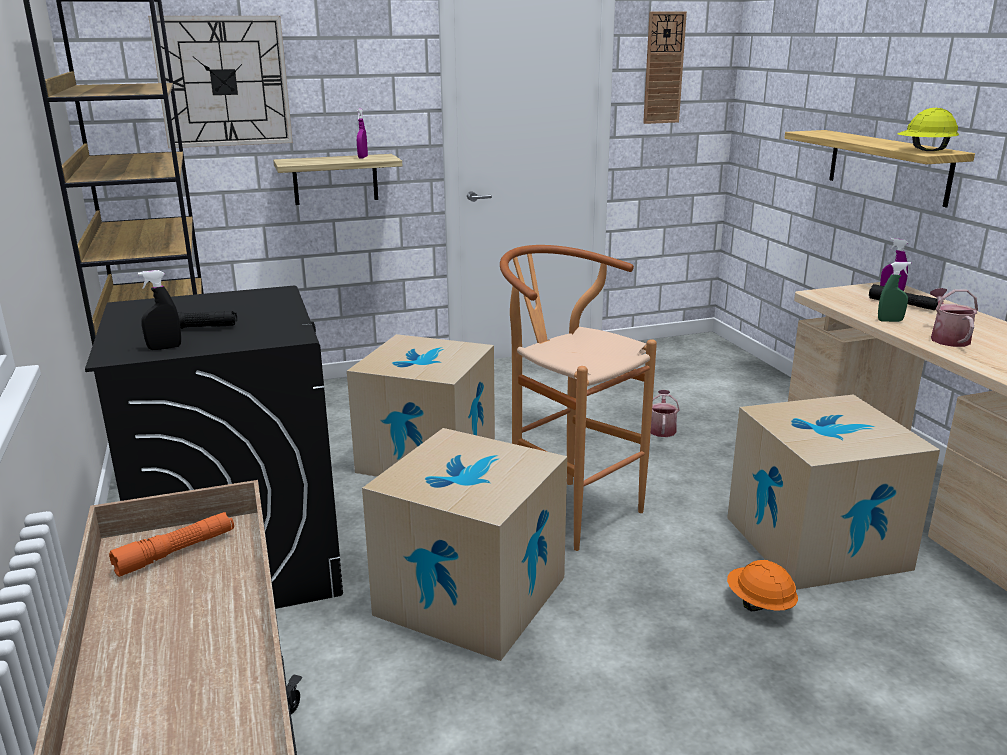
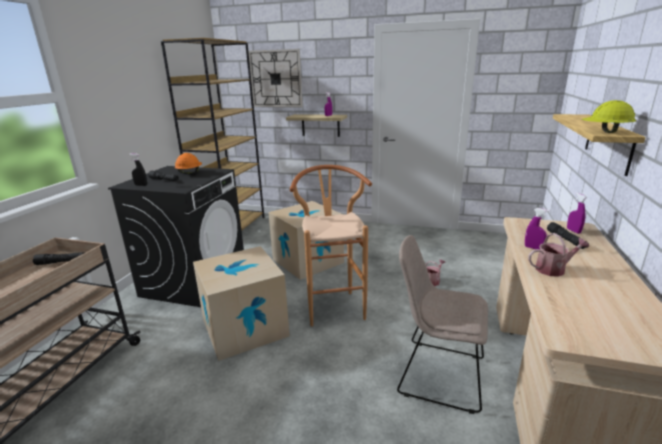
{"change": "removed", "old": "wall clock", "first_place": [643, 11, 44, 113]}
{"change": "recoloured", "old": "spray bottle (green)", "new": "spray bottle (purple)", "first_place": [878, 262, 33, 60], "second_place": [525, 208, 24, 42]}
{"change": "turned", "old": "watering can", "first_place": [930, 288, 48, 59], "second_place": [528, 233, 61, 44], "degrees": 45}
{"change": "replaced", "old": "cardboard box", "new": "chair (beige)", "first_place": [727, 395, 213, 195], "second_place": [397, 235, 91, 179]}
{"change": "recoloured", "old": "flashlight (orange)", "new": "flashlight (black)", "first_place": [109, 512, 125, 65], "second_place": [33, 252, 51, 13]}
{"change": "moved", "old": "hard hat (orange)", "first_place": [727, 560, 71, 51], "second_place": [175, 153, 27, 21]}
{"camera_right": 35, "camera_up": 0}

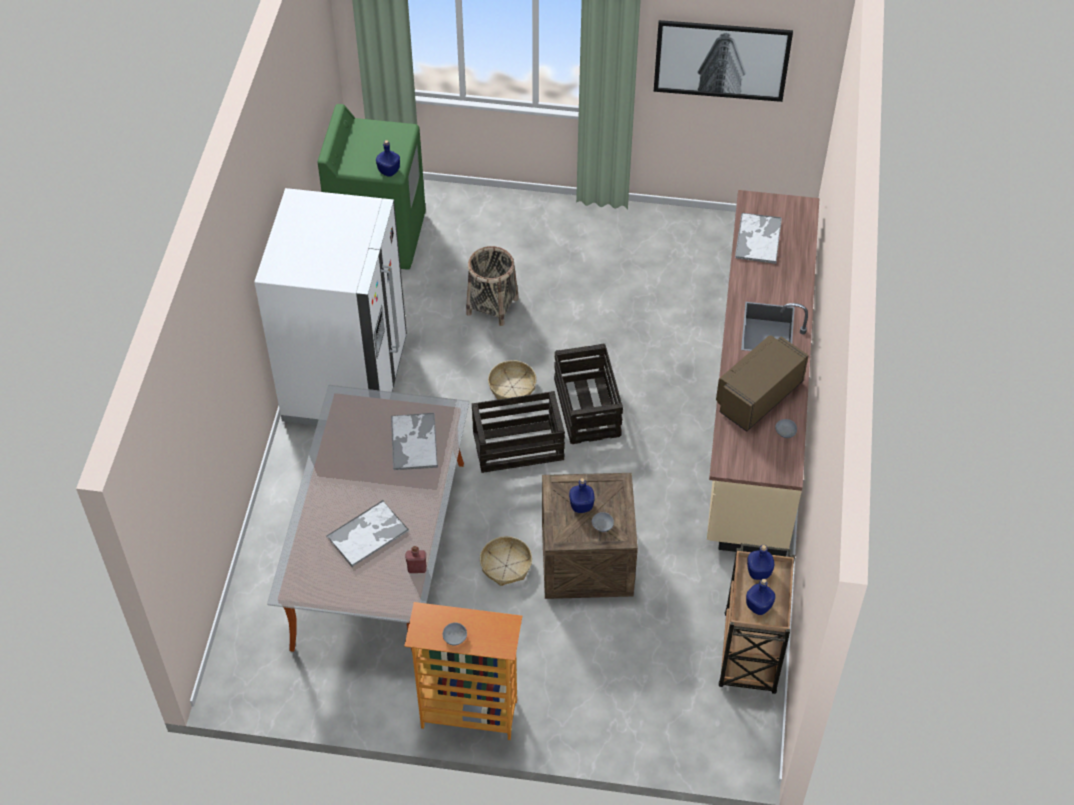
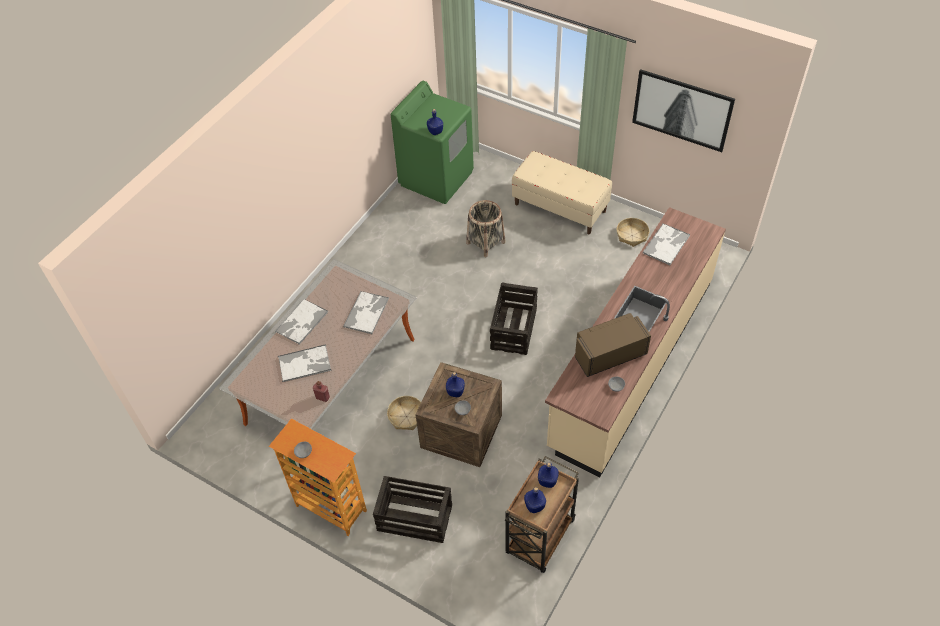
{"change": "removed", "old": "fridge (white)", "first_place": [254, 188, 153, 237]}
{"change": "moved", "old": "basket", "first_place": [488, 360, 48, 44], "second_place": [617, 218, 32, 29]}
{"change": "moved", "old": "crate", "first_place": [472, 391, 93, 82], "second_place": [373, 476, 79, 67]}
{"change": "added", "new": "bench (beige)", "second_place": [512, 151, 100, 83]}
{"change": "added", "new": "tray", "second_place": [275, 299, 53, 46]}
{"camera_right": 25, "camera_up": 0}

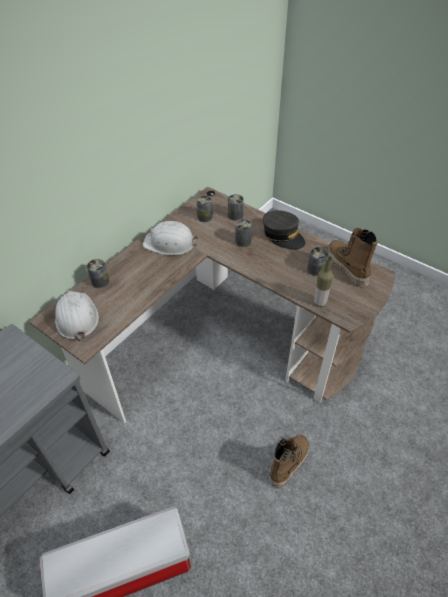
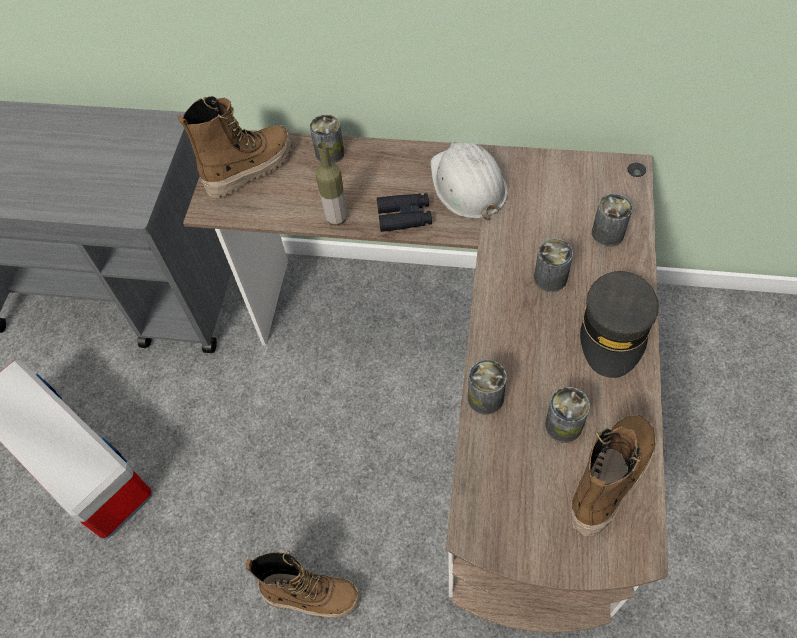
{"change": "moved", "old": "can", "first_place": [196, 196, 17, 26], "second_place": [468, 360, 39, 55]}
{"change": "moved", "old": "bottle", "first_place": [314, 256, 19, 51], "second_place": [315, 142, 32, 83]}
{"change": "replaced", "old": "hard hat (white)", "new": "boot", "first_place": [55, 290, 44, 51], "second_place": [178, 96, 113, 102]}
{"change": "added", "new": "binoculars (black)", "second_place": [377, 193, 55, 39]}
{"camera_right": 65, "camera_up": 10}

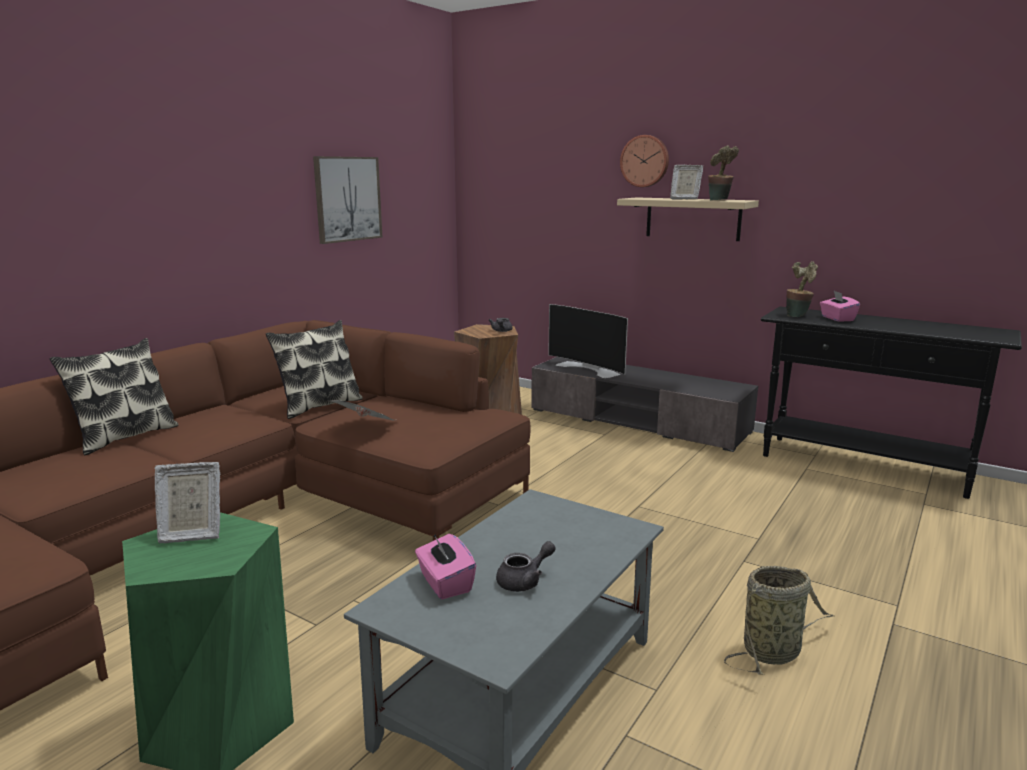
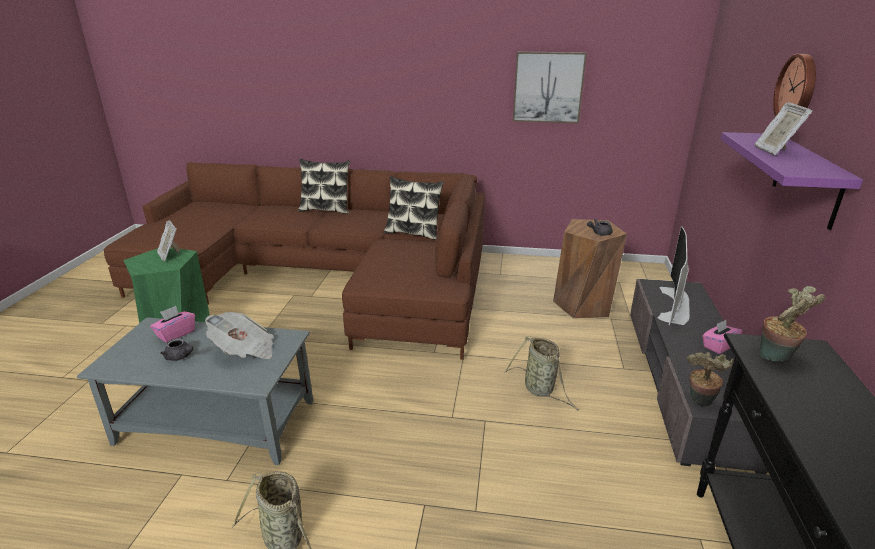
{"change": "moved", "old": "potted plant", "first_place": [708, 146, 31, 54], "second_place": [687, 352, 47, 55]}
{"change": "recoloured", "old": "shelf (beige)", "new": "shelf (purple)", "first_place": [617, 197, 142, 44], "second_place": [721, 132, 142, 98]}
{"change": "moved", "old": "tissue box (pink)", "first_place": [820, 291, 40, 31], "second_place": [702, 320, 40, 34]}
{"change": "moved", "old": "newspaper", "first_place": [330, 400, 64, 20], "second_place": [205, 312, 69, 47]}
{"change": "added", "new": "basket", "second_place": [505, 336, 74, 75]}
{"camera_right": 65, "camera_up": 10}

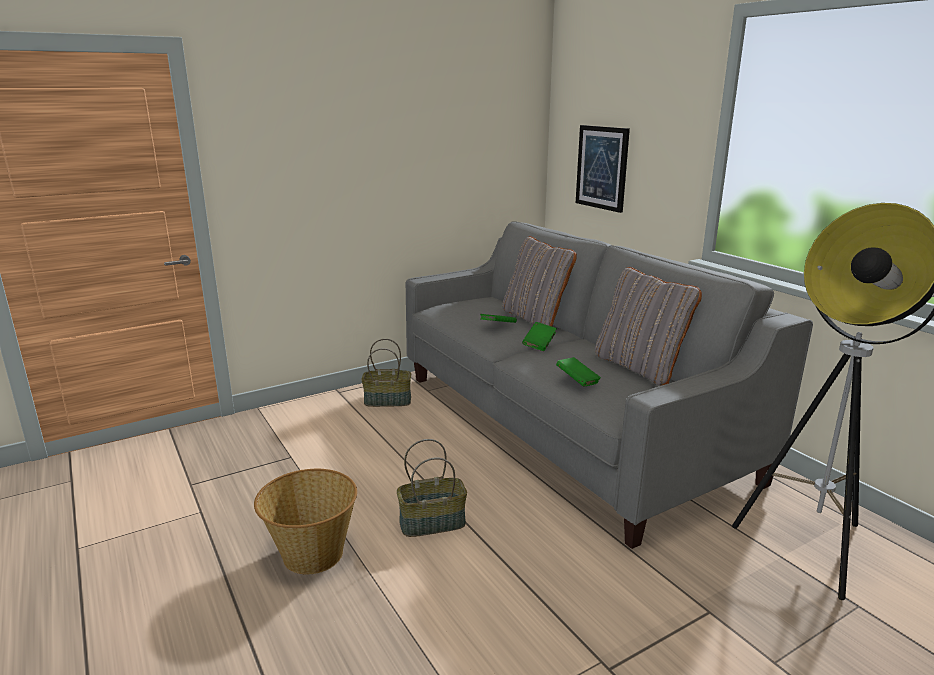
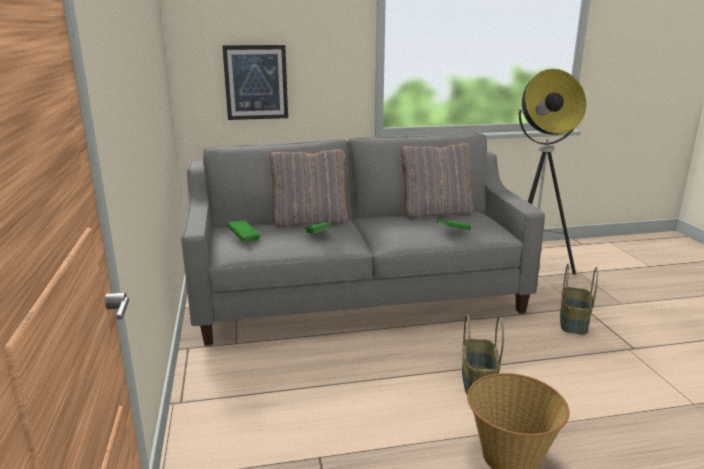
{"change": "moved", "old": "book (green)", "first_place": [522, 322, 35, 29], "second_place": [227, 220, 34, 22]}
{"change": "moved", "old": "basket", "first_place": [361, 339, 50, 68], "second_place": [560, 264, 38, 71]}
{"camera_right": -70, "camera_up": 0}

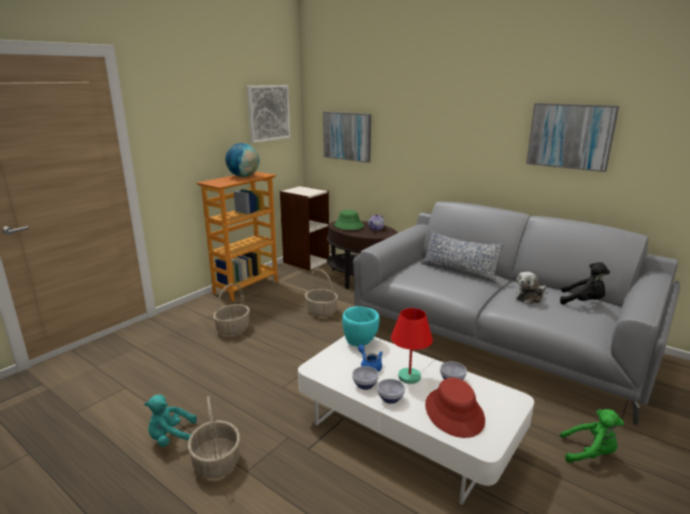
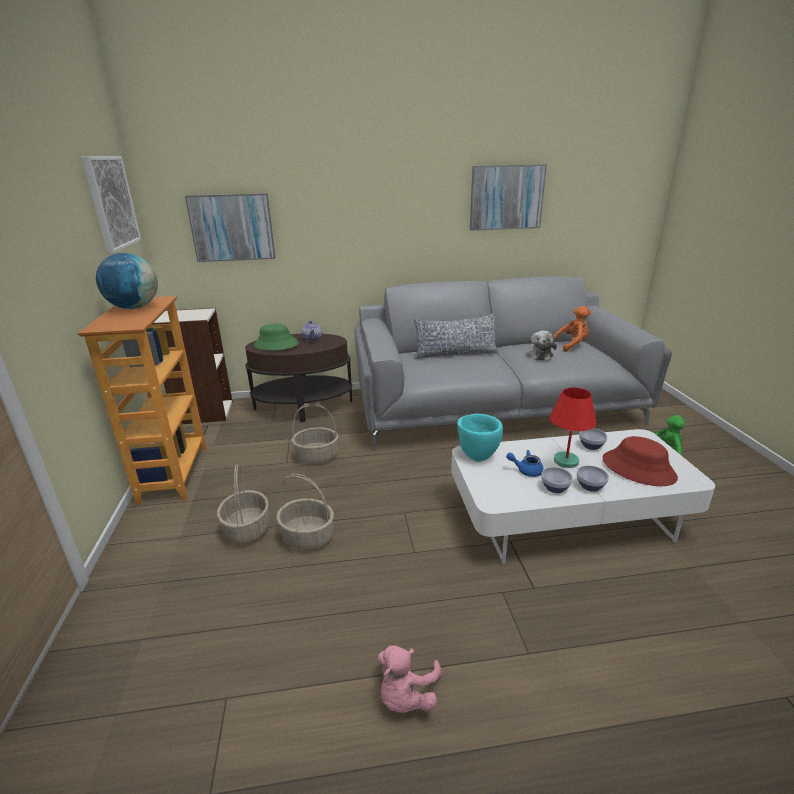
{"change": "recoloured", "old": "plush toy (black)", "new": "plush toy (orange)", "first_place": [560, 262, 50, 42], "second_place": [553, 306, 39, 46]}
{"change": "recoloured", "old": "plush toy (turquoise)", "new": "plush toy (pink)", "first_place": [144, 395, 53, 52], "second_place": [377, 645, 65, 68]}
{"change": "moved", "old": "basket", "first_place": [188, 396, 52, 83], "second_place": [276, 474, 58, 76]}
{"camera_right": -45, "camera_up": 5}

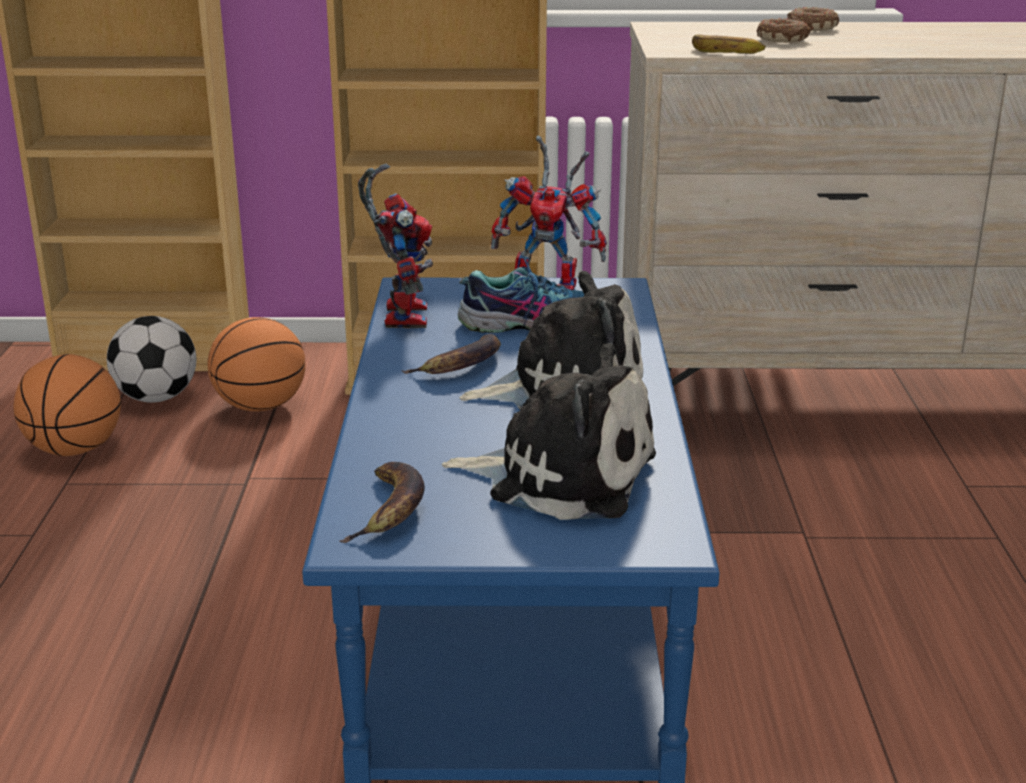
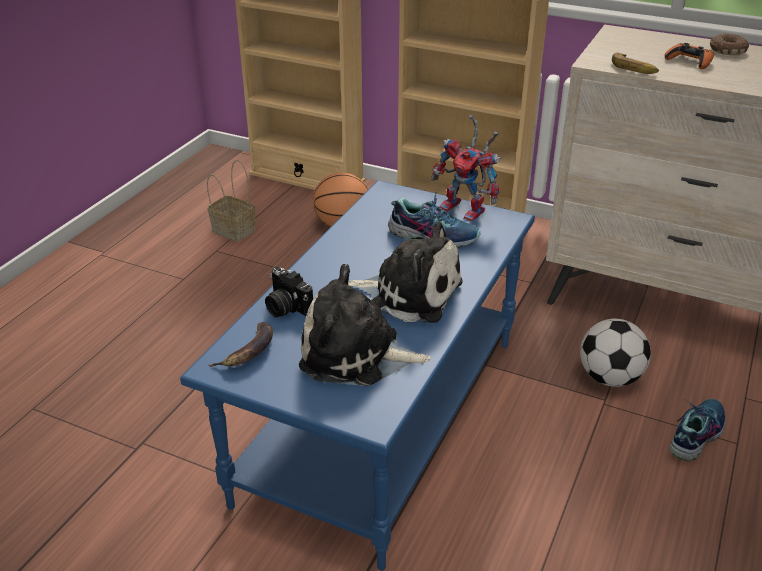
{"change": "replaced", "old": "donut", "new": "game controller (orange)", "first_place": [757, 18, 55, 25], "second_place": [665, 43, 49, 26]}
{"change": "removed", "old": "toy robot", "first_place": [358, 164, 75, 164]}
{"change": "moved", "old": "football", "first_place": [107, 316, 89, 87], "second_place": [580, 319, 71, 68]}
{"change": "removed", "old": "banana", "first_place": [402, 334, 99, 40]}
{"change": "turned", "old": "plush toy", "first_place": [442, 343, 214, 177], "second_place": [299, 264, 132, 122], "degrees": 150}
{"change": "replaced", "old": "basketball", "new": "basket", "first_place": [13, 354, 108, 102], "second_place": [207, 160, 49, 82]}
{"change": "added", "new": "photo camera", "second_place": [265, 266, 48, 51]}
{"change": "added", "new": "shoe", "second_place": [669, 399, 56, 62]}
{"camera_right": 25, "camera_up": 10}

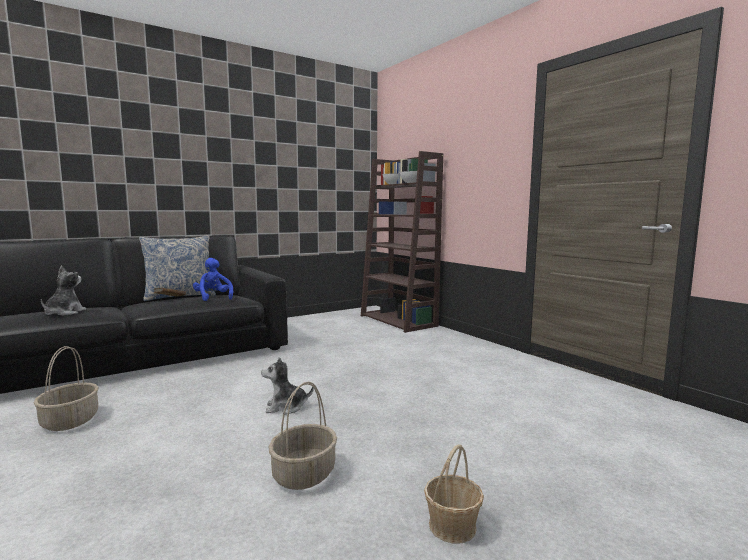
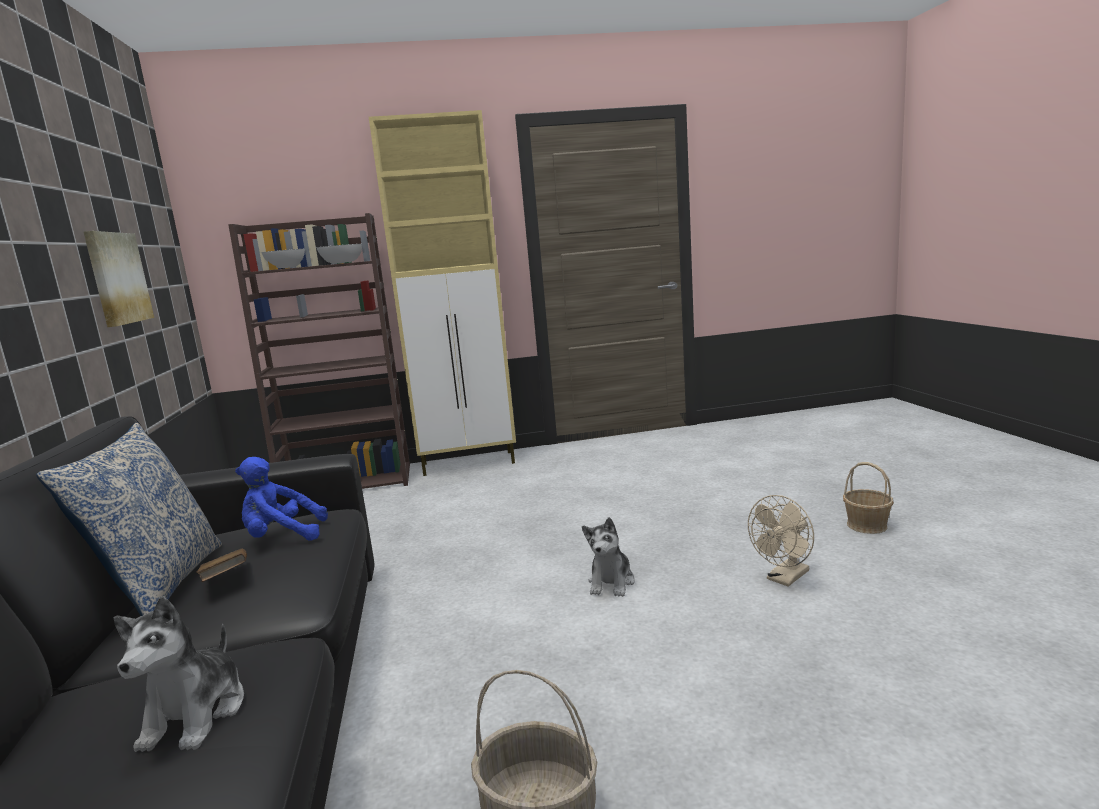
{"change": "turned", "old": "plush toy", "first_place": [41, 266, 45, 50], "second_place": [114, 596, 130, 156], "degrees": -120}
{"change": "replaced", "old": "basket", "new": "fan (beige)", "first_place": [269, 382, 68, 108], "second_place": [748, 495, 66, 92]}
{"change": "added", "new": "cabinet (beige)", "second_place": [369, 110, 147, 366]}
{"change": "added", "new": "picture", "second_place": [83, 231, 71, 96]}
{"camera_right": -65, "camera_up": 5}

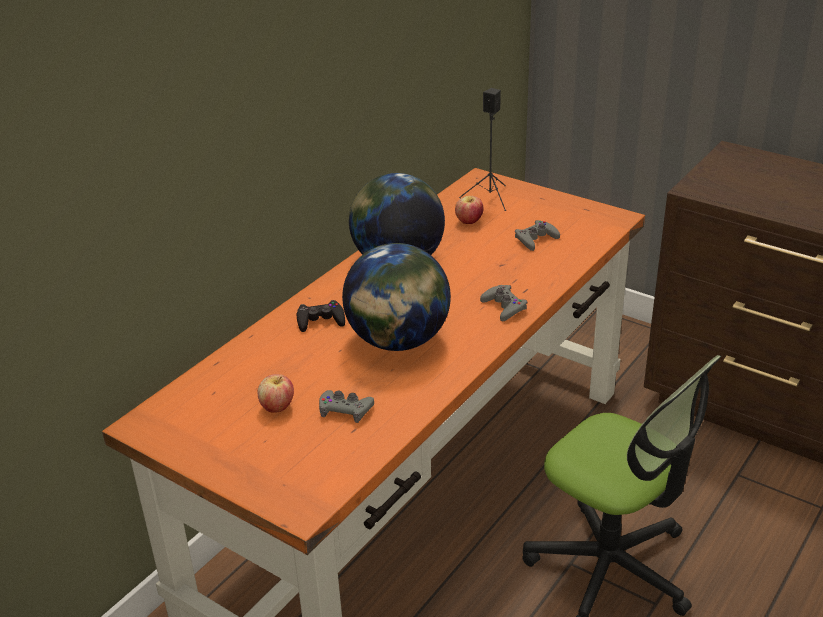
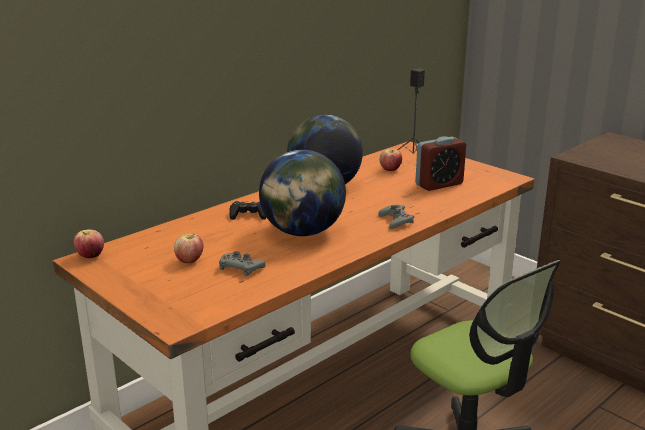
{"change": "replaced", "old": "game controller (grey)", "new": "alarm clock", "first_place": [515, 220, 45, 31], "second_place": [415, 136, 51, 55]}
{"change": "added", "new": "apple", "second_place": [73, 229, 31, 29]}
{"camera_right": 10, "camera_up": -10}

